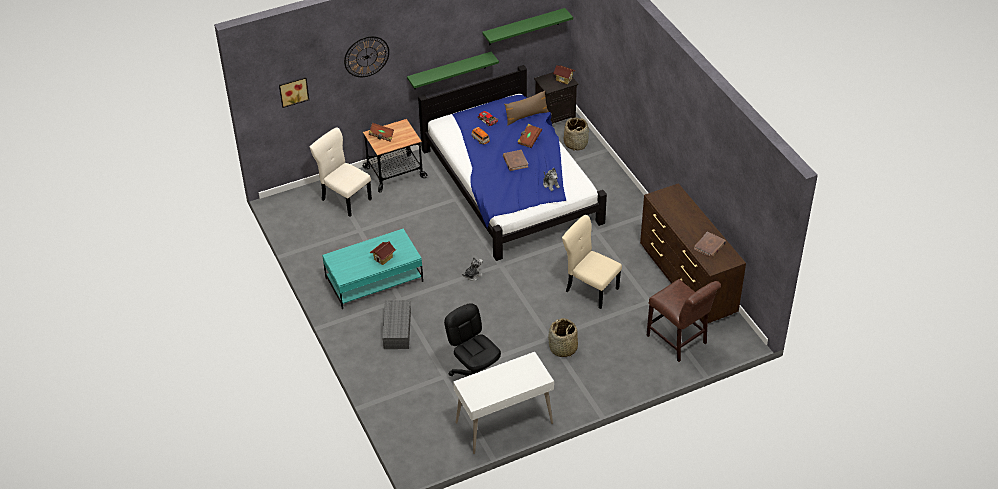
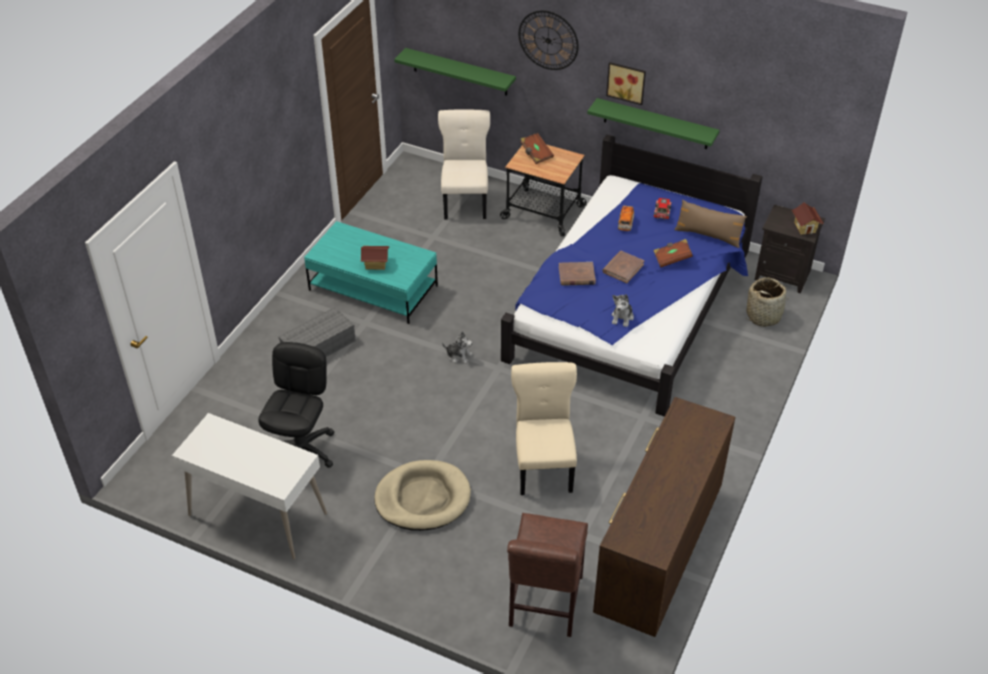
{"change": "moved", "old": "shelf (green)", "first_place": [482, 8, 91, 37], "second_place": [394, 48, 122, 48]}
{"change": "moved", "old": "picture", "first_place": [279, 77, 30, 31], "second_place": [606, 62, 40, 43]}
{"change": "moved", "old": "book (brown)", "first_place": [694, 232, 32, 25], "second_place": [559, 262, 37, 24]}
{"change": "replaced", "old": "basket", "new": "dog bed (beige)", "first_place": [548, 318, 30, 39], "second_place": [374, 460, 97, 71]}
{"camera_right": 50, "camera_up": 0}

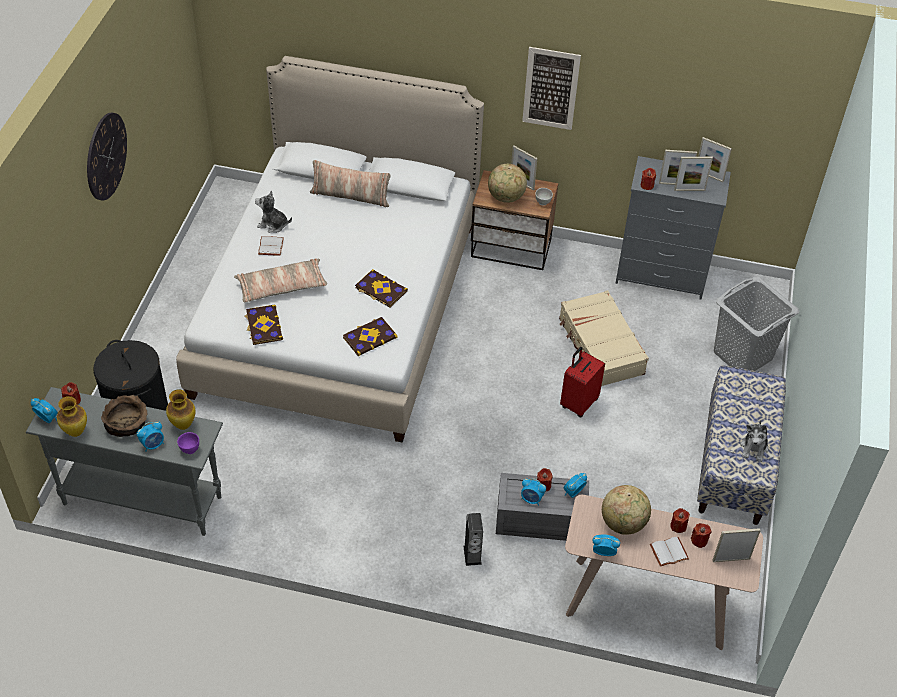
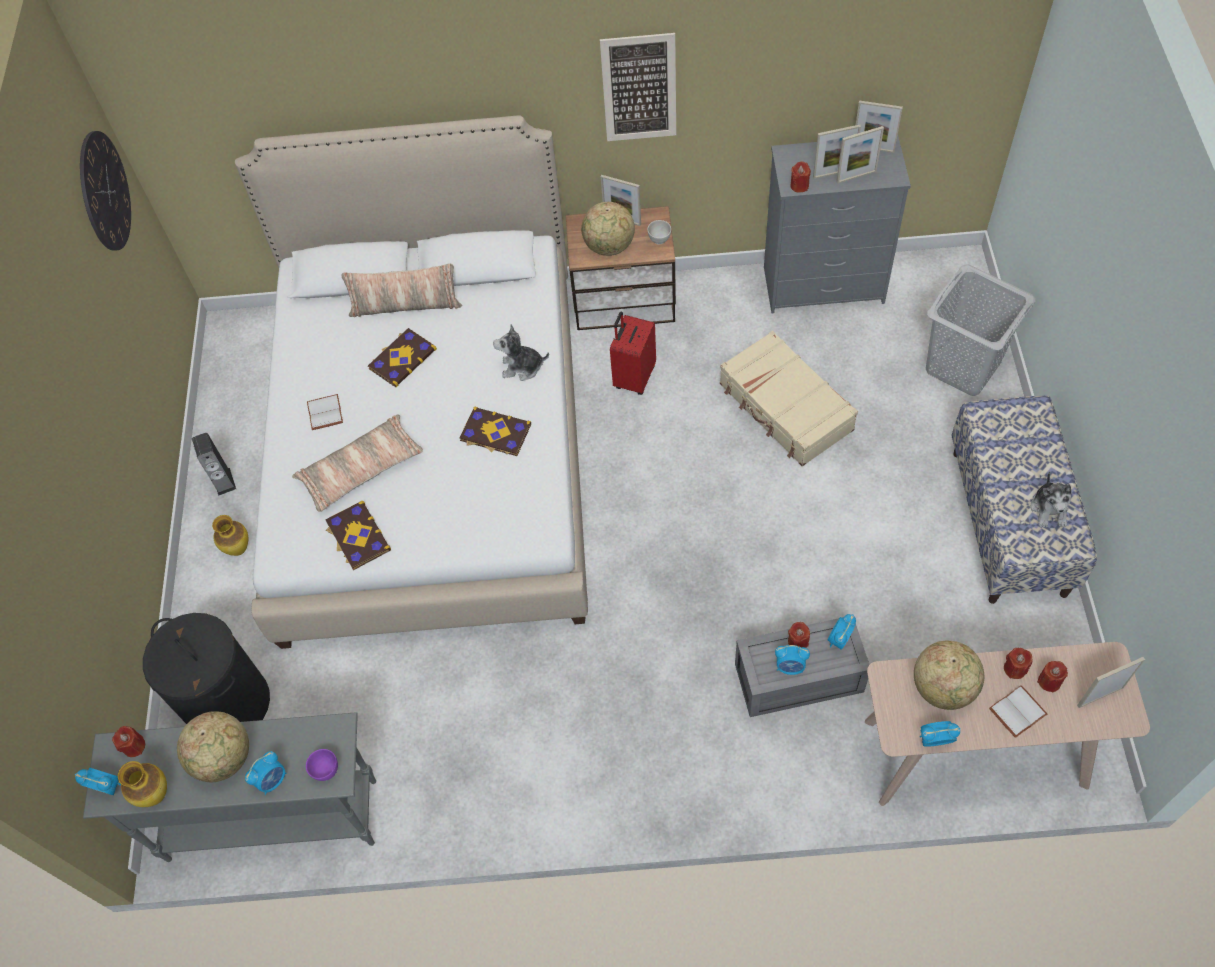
{"change": "moved", "old": "wall clock", "first_place": [87, 113, 40, 87], "second_place": [80, 131, 51, 120]}
{"change": "moved", "old": "plush toy", "first_place": [255, 190, 37, 43], "second_place": [493, 324, 56, 57]}
{"change": "moved", "old": "book", "first_place": [343, 317, 55, 39], "second_place": [368, 328, 69, 59]}
{"change": "moved", "old": "suitcase (red)", "first_place": [560, 347, 45, 70], "second_place": [610, 312, 46, 83]}
{"change": "moved", "old": "vase", "first_place": [166, 389, 29, 41], "second_place": [212, 515, 36, 41]}
{"change": "replaced", "old": "bowl (brown)", "new": "globe", "first_place": [101, 395, 46, 42], "second_place": [177, 711, 72, 71]}
{"change": "moved", "old": "speaker", "first_place": [463, 513, 20, 53], "second_place": [192, 433, 44, 63]}
{"camera_right": -10, "camera_up": 10}

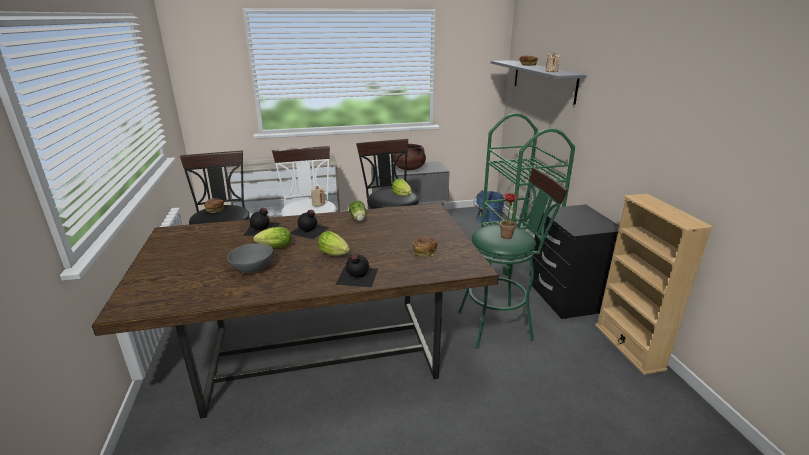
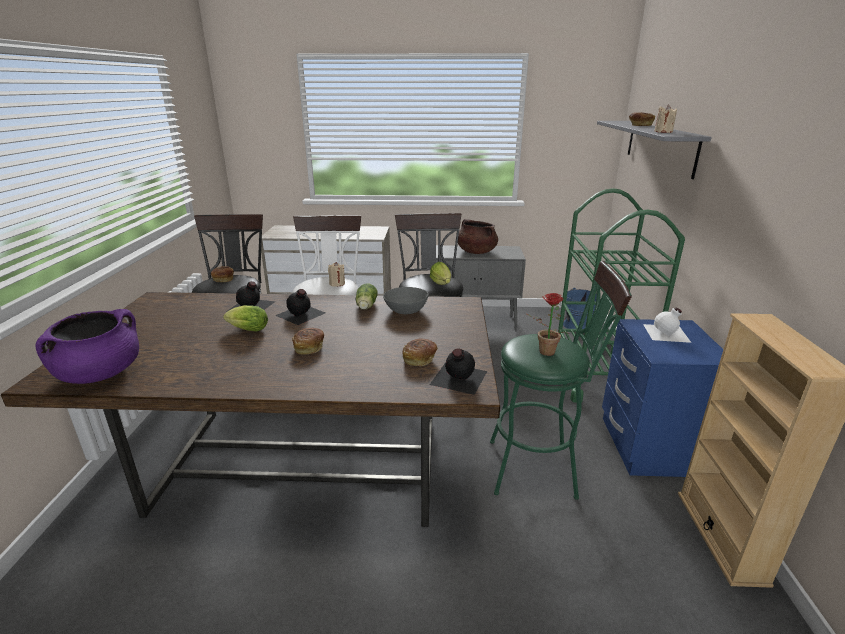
{"change": "recoloured", "old": "nightstand (black)", "new": "nightstand (blue)", "first_place": [530, 204, 89, 115], "second_place": [602, 319, 121, 158]}
{"change": "replaced", "old": "lettuce", "new": "bread", "first_place": [318, 231, 32, 25], "second_place": [292, 328, 32, 27]}
{"change": "moved", "old": "bowl (grey)", "first_place": [227, 244, 46, 29], "second_place": [383, 287, 46, 27]}
{"change": "moved", "old": "bottle (black)", "first_place": [336, 254, 42, 33], "second_place": [430, 348, 57, 47]}
{"change": "added", "new": "bottle (white)", "second_place": [643, 307, 48, 36]}
{"change": "added", "new": "cooking pot (purple)", "second_place": [35, 309, 104, 75]}
{"camera_right": 15, "camera_up": 0}

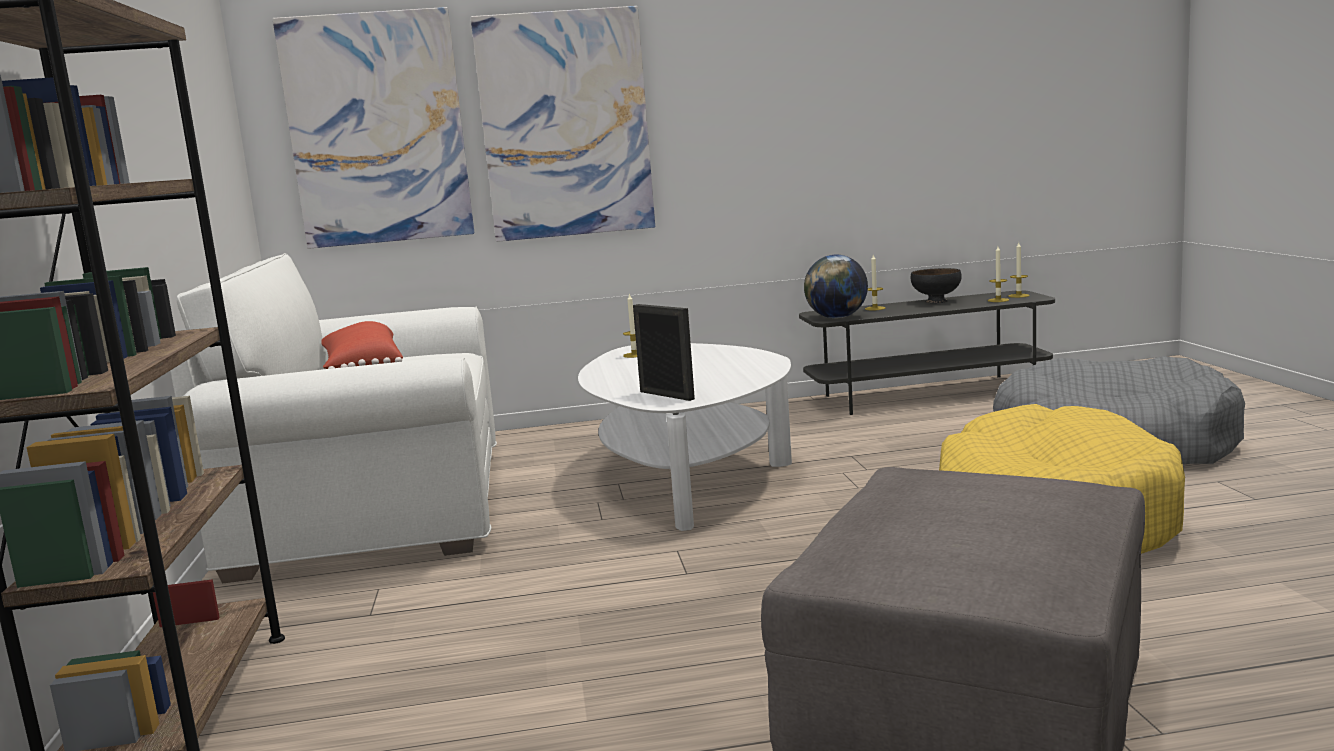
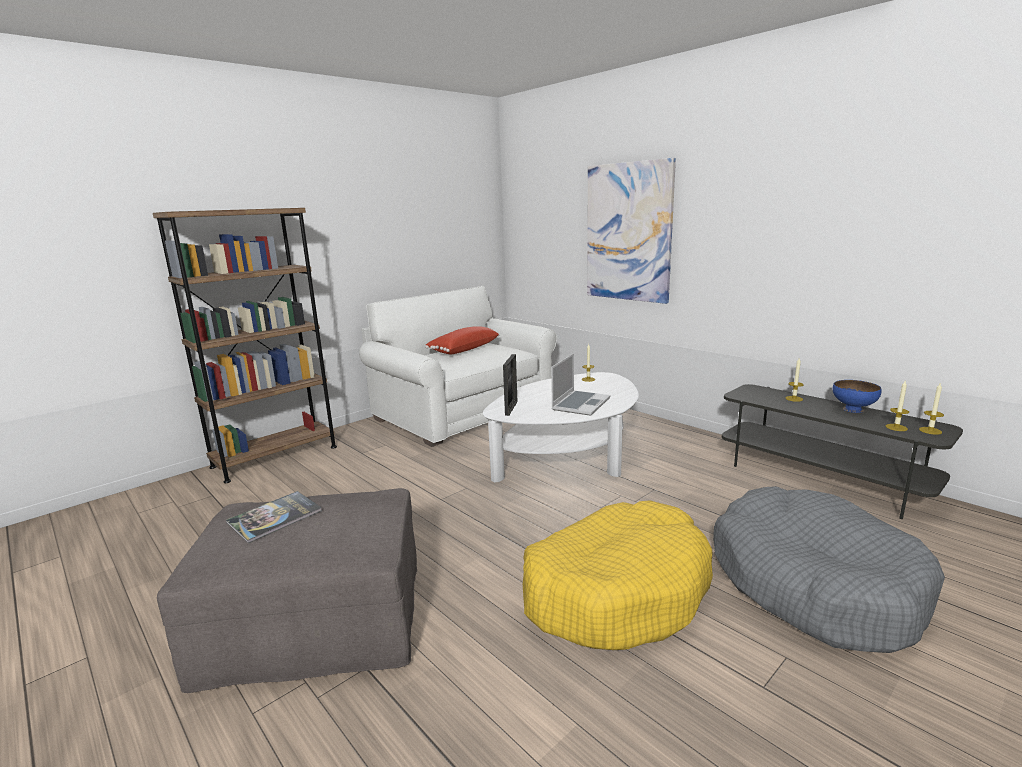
{"change": "removed", "old": "picture", "first_place": [273, 7, 201, 242]}
{"change": "removed", "old": "globe", "first_place": [804, 255, 64, 63]}
{"change": "recoloured", "old": "bowl (black)", "new": "bowl (blue)", "first_place": [911, 268, 51, 35], "second_place": [832, 380, 49, 33]}
{"change": "added", "new": "laptop", "second_place": [551, 353, 59, 63]}
{"change": "added", "new": "book", "second_place": [226, 491, 96, 53]}
{"camera_right": 55, "camera_up": 5}

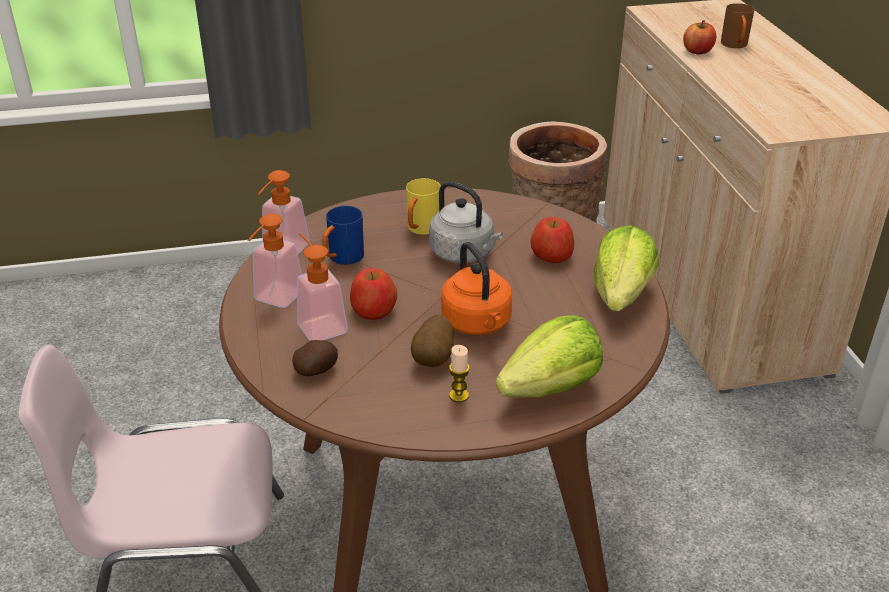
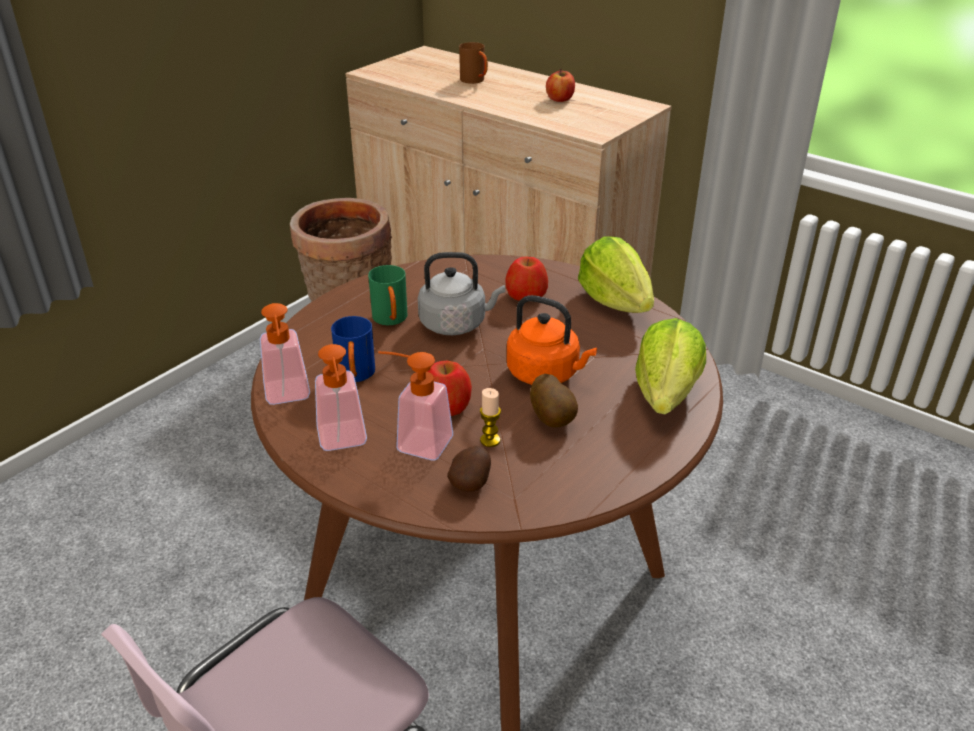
{"change": "moved", "old": "apple", "first_place": [683, 20, 33, 34], "second_place": [546, 69, 29, 33]}
{"change": "recoloured", "old": "mug (yellow)", "new": "mug (green)", "first_place": [406, 178, 35, 57], "second_place": [368, 265, 39, 60]}
{"change": "moved", "old": "candle", "first_place": [449, 345, 21, 57], "second_place": [480, 388, 21, 59]}
{"camera_right": -40, "camera_up": 0}

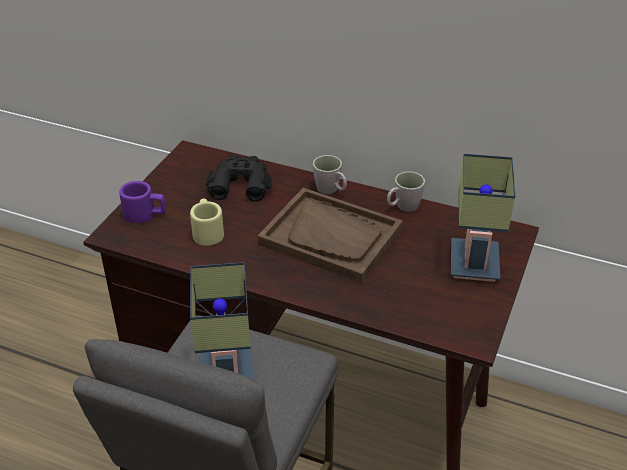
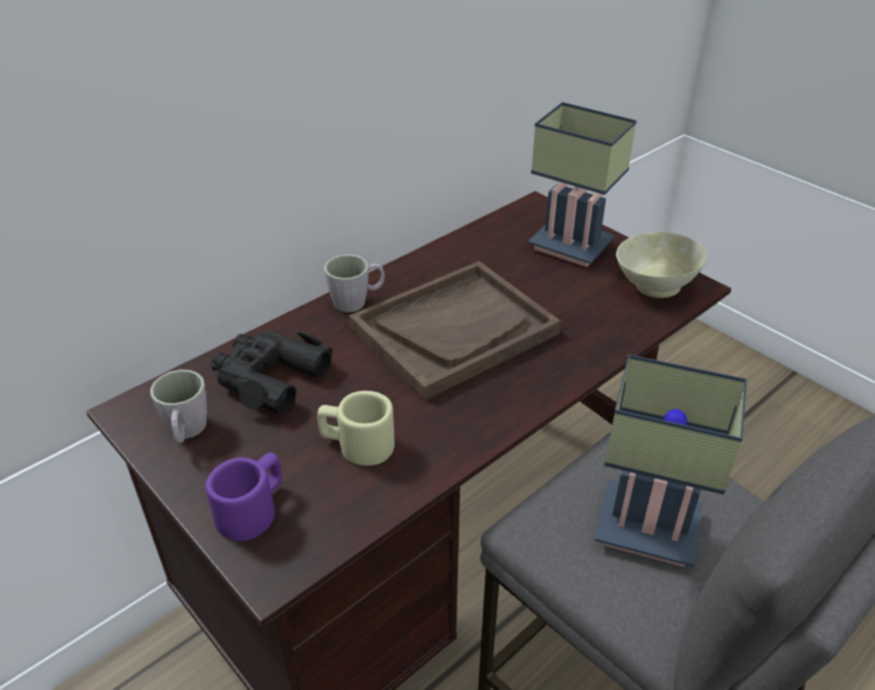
{"change": "moved", "old": "mug (grey)", "first_place": [387, 171, 38, 41], "second_place": [150, 370, 57, 73]}
{"change": "added", "new": "bowl (beige)", "second_place": [616, 232, 92, 66]}
{"camera_right": -65, "camera_up": 0}

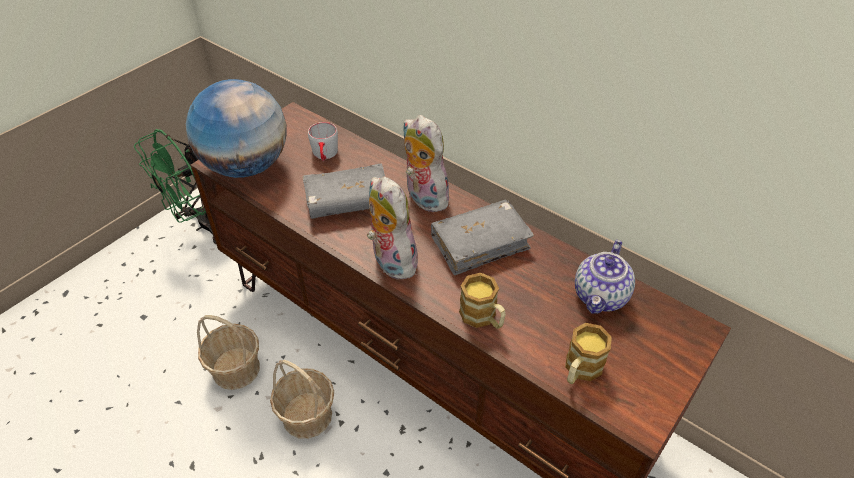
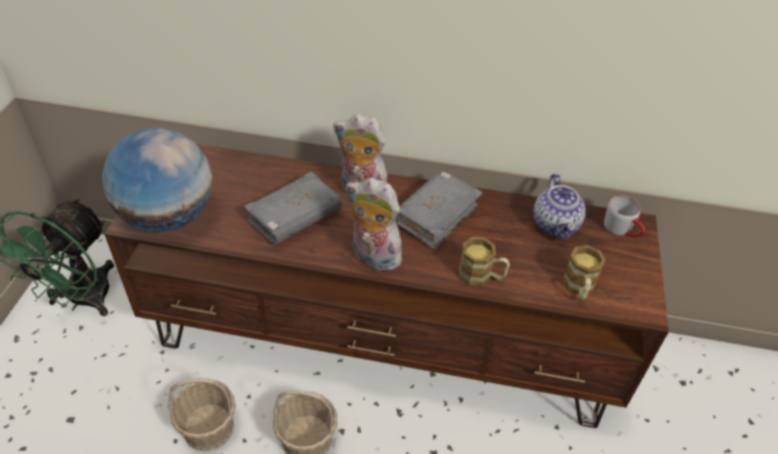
{"change": "moved", "old": "mug (grey)", "first_place": [308, 122, 30, 39], "second_place": [604, 195, 41, 42]}
{"camera_right": -30, "camera_up": 0}

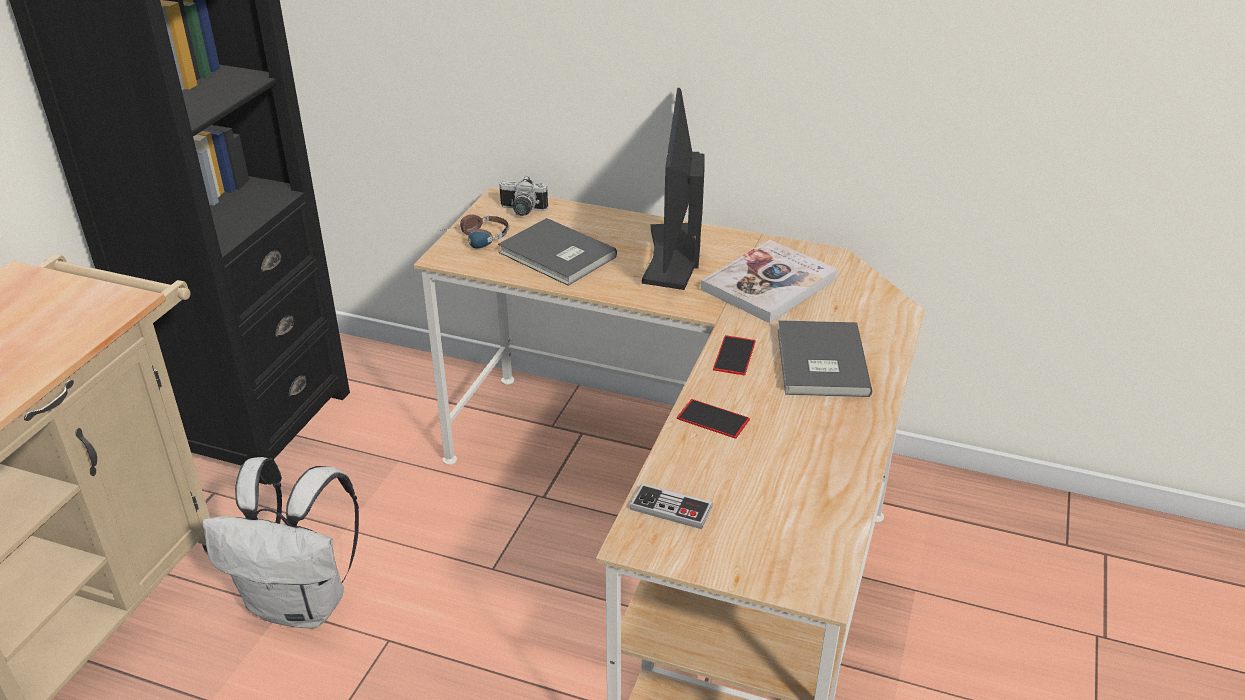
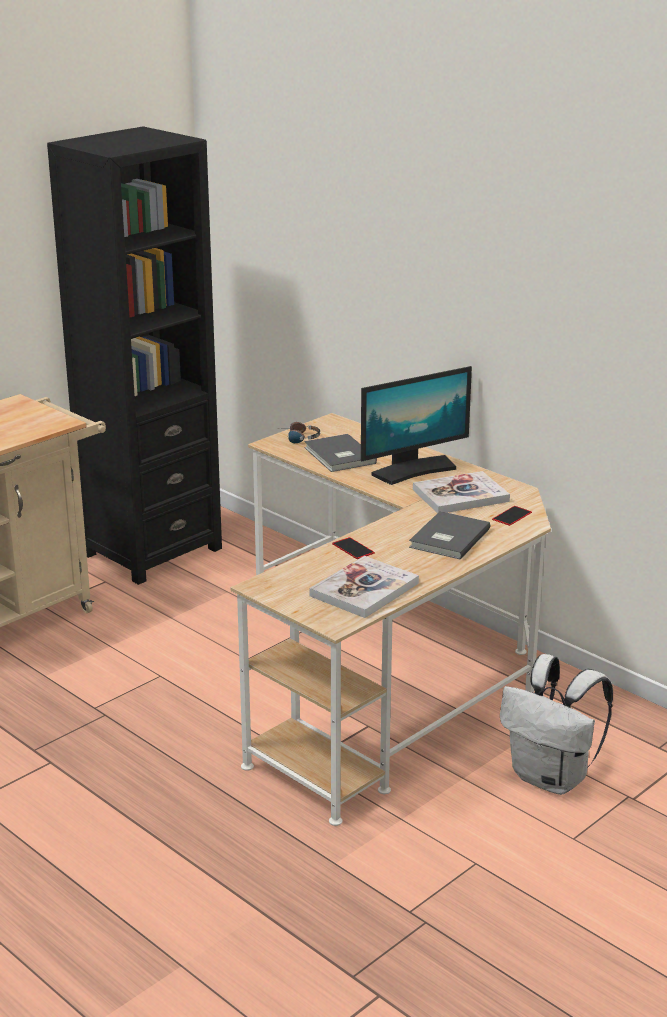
{"change": "turned", "old": "monitor", "first_place": [642, 88, 63, 202], "second_place": [361, 366, 111, 119], "degrees": -150}
{"change": "removed", "old": "photo camera", "first_place": [500, 176, 48, 40]}
{"change": "moved", "old": "phone", "first_place": [713, 335, 43, 40], "second_place": [492, 506, 40, 20]}
{"change": "moved", "old": "backpack (white)", "first_place": [202, 457, 157, 172], "second_place": [500, 654, 113, 141]}
{"change": "removed", "old": "game controller", "first_place": [630, 484, 83, 45]}
{"change": "added", "new": "book", "second_place": [310, 556, 109, 62]}
{"camera_right": 25, "camera_up": -10}

